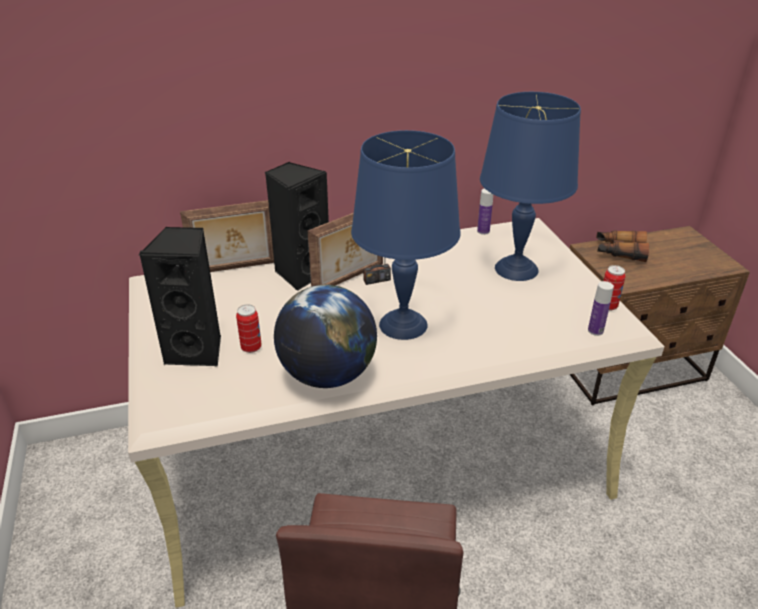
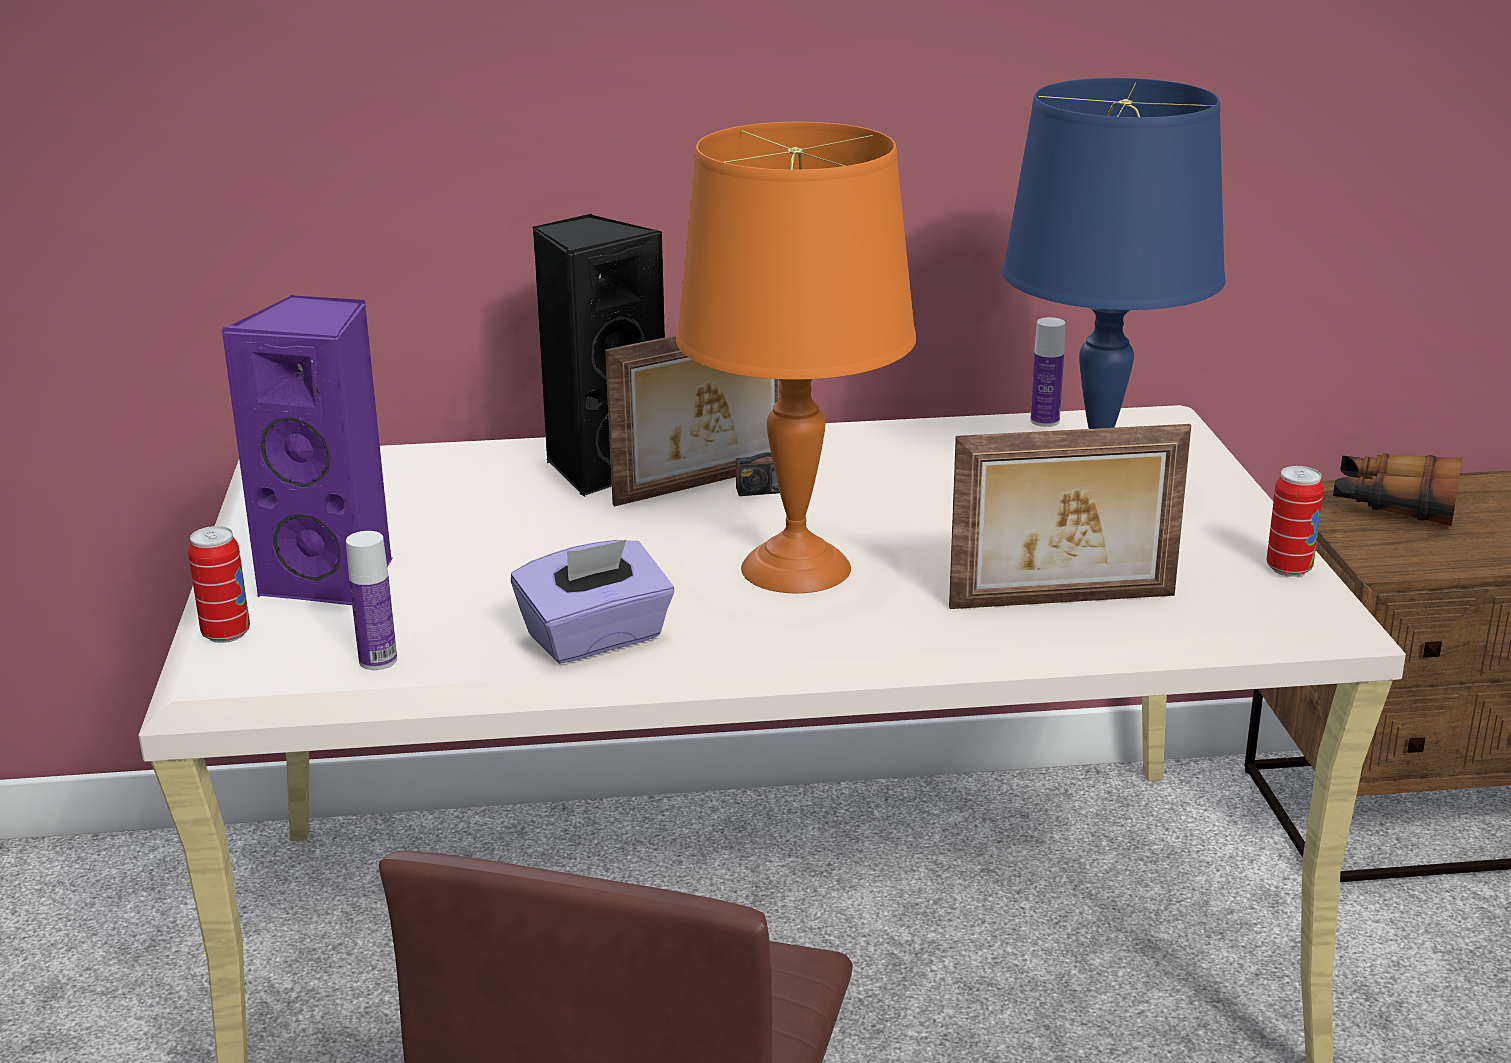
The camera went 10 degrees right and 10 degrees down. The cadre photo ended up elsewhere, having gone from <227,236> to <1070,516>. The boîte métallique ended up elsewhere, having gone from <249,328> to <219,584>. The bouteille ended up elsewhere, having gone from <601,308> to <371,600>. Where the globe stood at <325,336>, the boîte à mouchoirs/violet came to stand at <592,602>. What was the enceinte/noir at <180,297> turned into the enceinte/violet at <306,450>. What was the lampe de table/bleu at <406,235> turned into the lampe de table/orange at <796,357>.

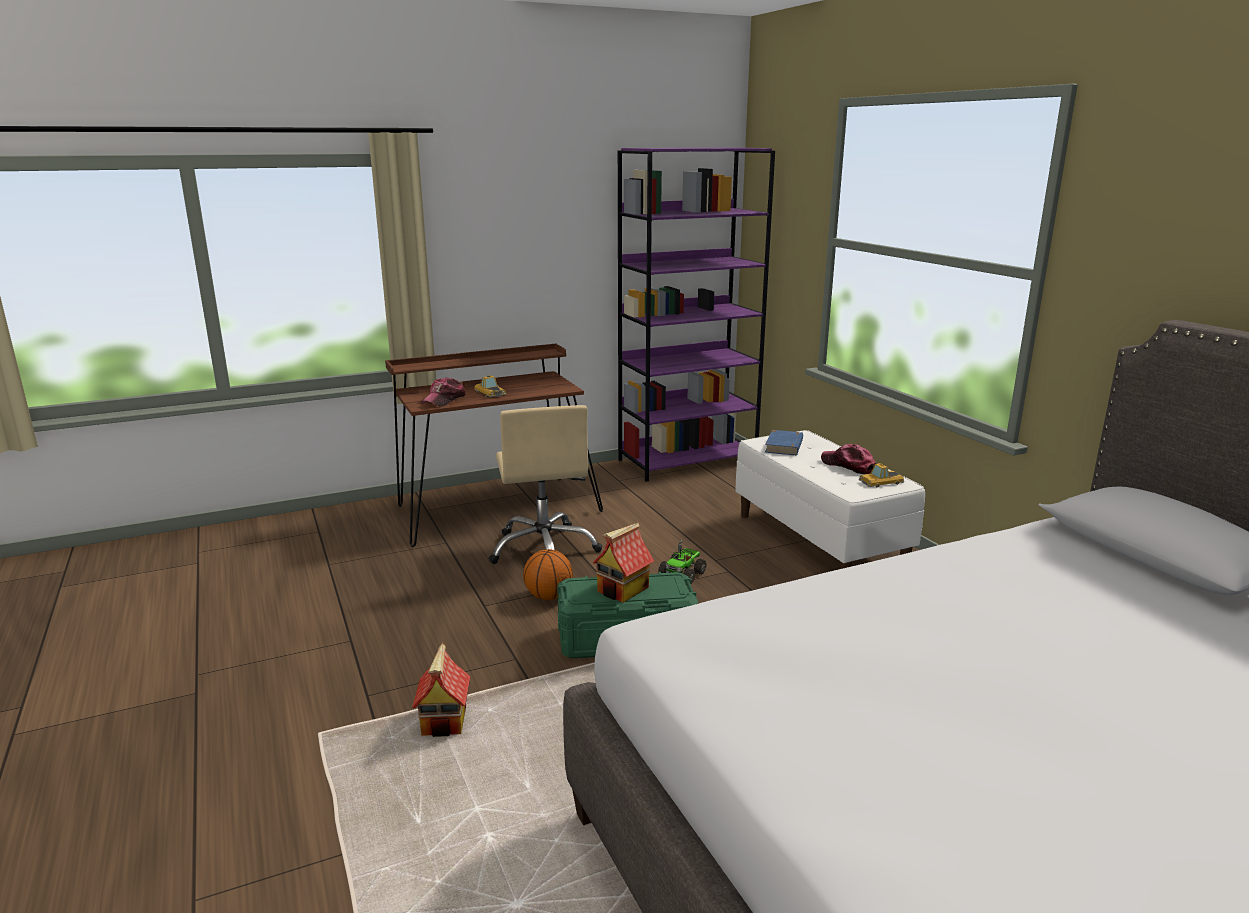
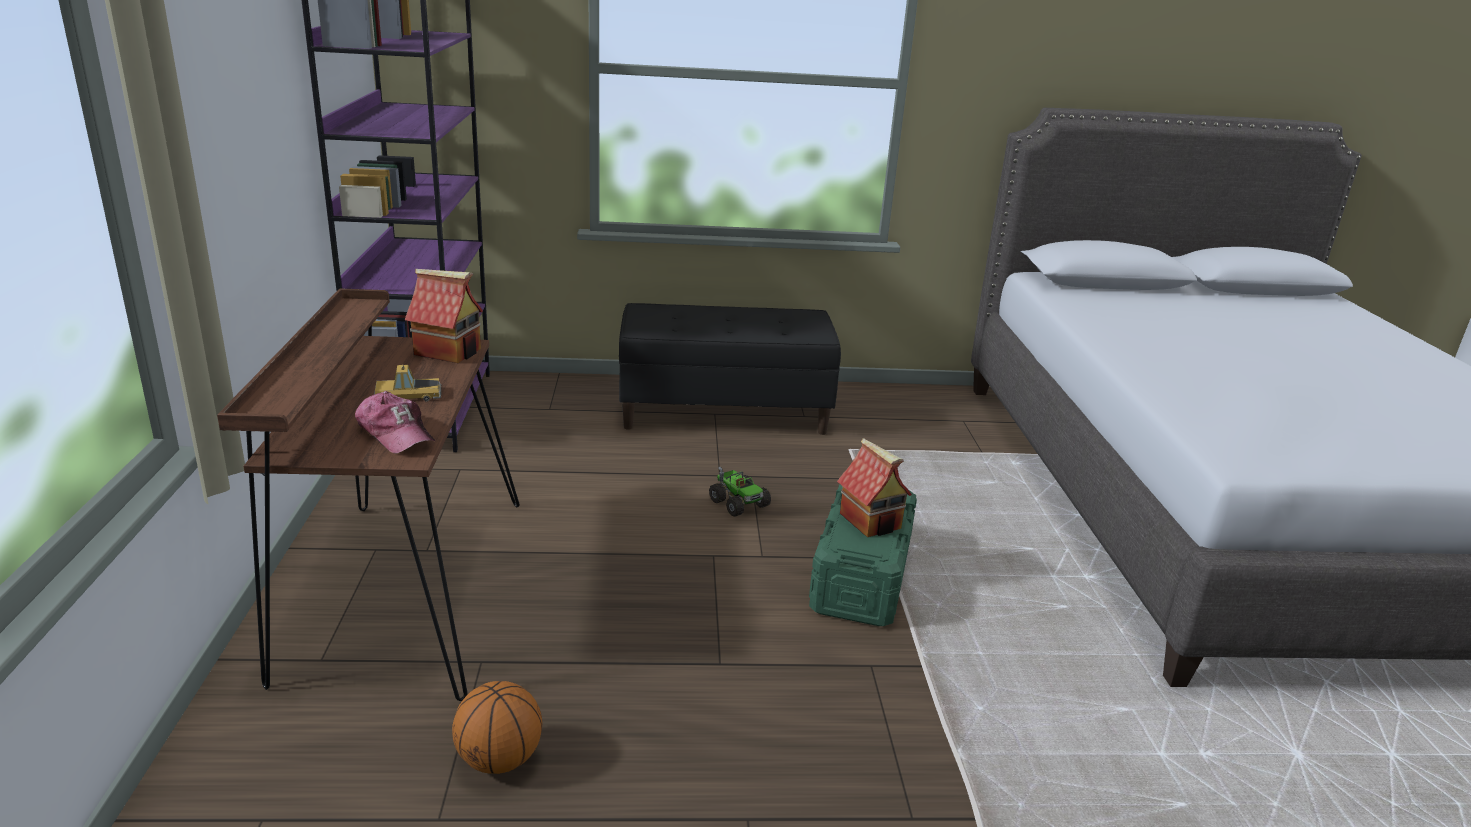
The camera went 70 degrees left and 5 degrees up. The second view lost the chaise de bureau/beige at <545,484>. The second view lost the livre/bleu at <784,443>. The second view lost the casquette at <848,459>. The second view lost the petite voiture at <881,475>. The maison miniature ended up elsewhere, having gone from <441,690> to <444,316>. The ballon de basket ended up elsewhere, having gone from <548,574> to <497,727>. What was the banc/blanc at <830,499> turned into the banc/noir at <730,369>.

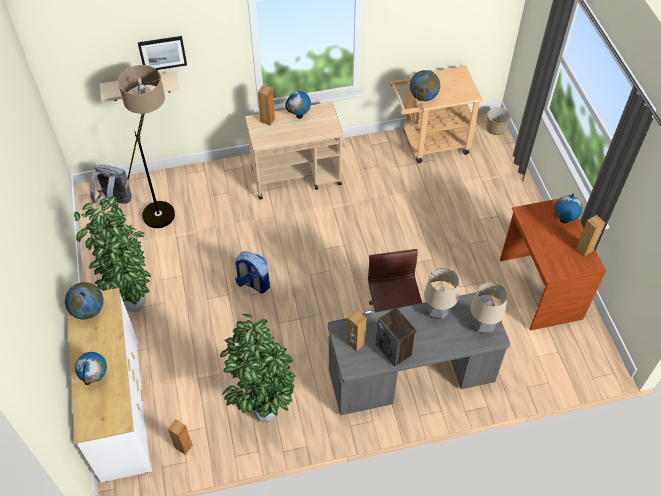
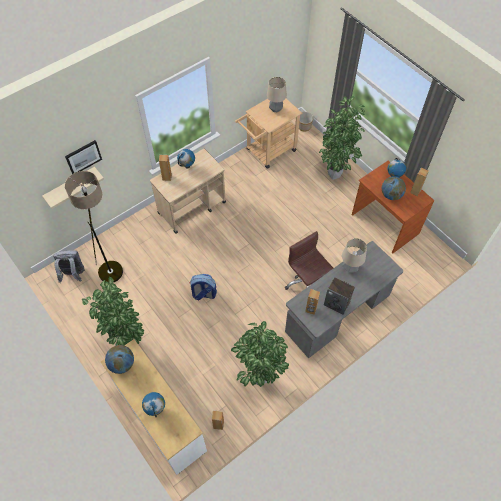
The camera went 25 degrees left and 5 degrees up. The second view gained the plante en pot at <342,138>. The globe ended up elsewhere, having gone from <425,85> to <394,188>. The lampe de table ended up elsewhere, having gone from <488,307> to <277,95>.

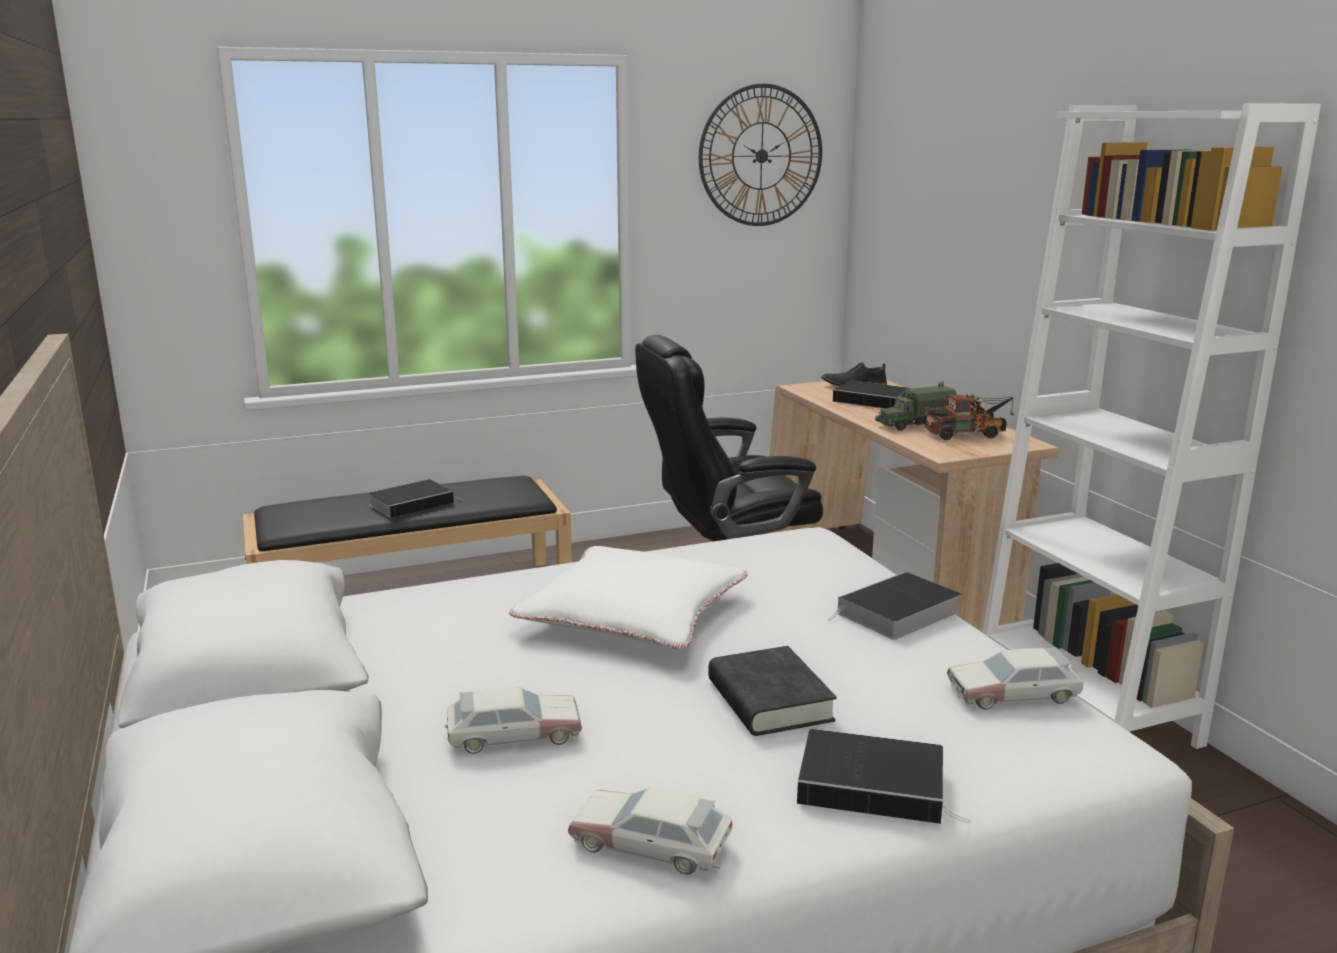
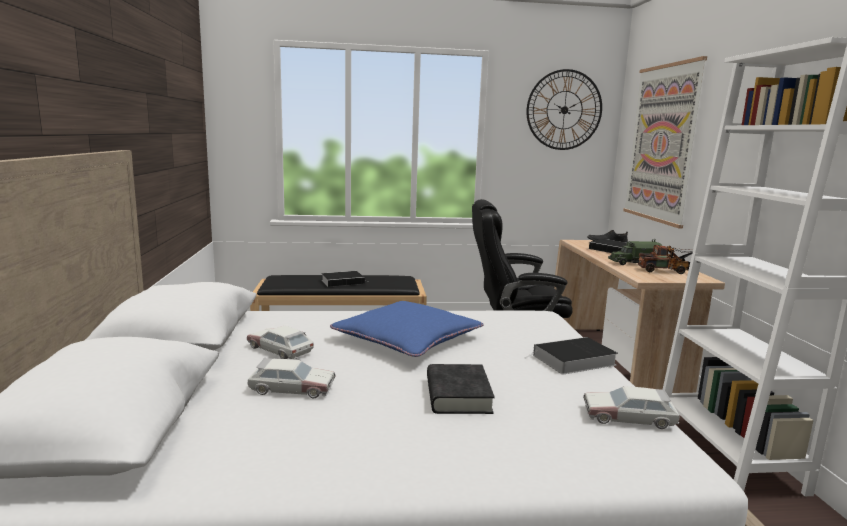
The camera went 15 degrees right and 5 degrees down. The second view lost the livre at <883,776>. The second view gained the tableau at <665,142>. The petite voiture ended up elsewhere, having gone from <650,831> to <280,342>. What was the coussin/blanc at <628,597> turned into the coussin/bleu at <406,329>.

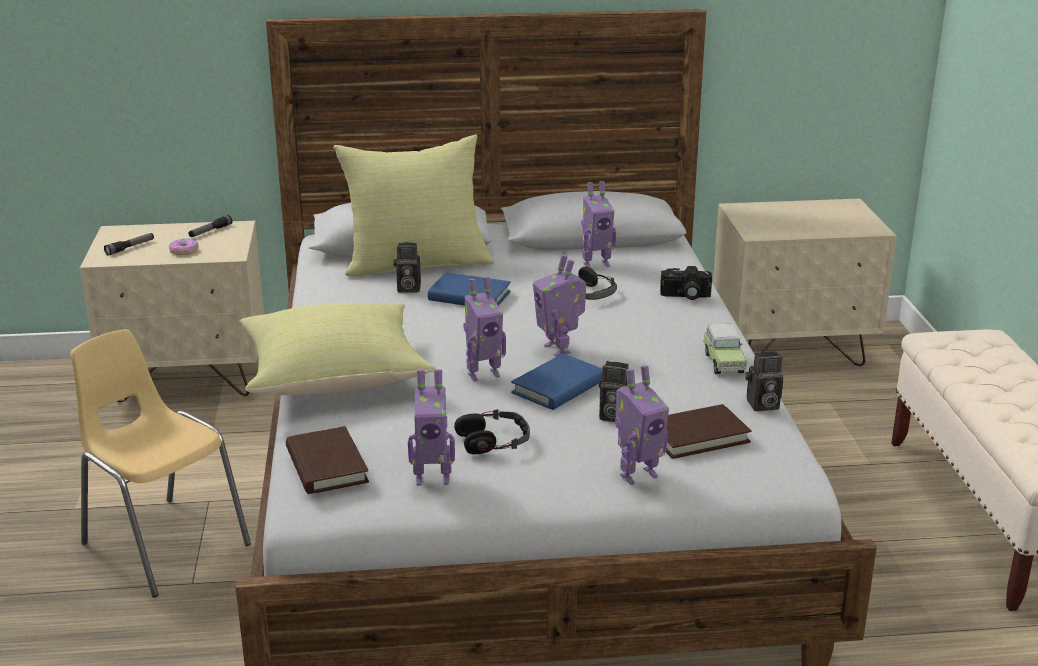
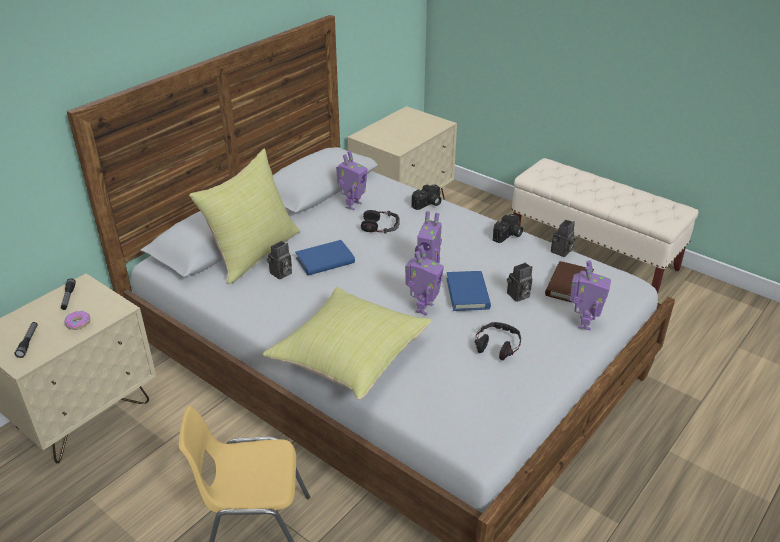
The camera went 45 degrees left and 10 degrees up. The second view lost the livre/marron at <327,460>. The second view lost the robot jouet at <431,427>. Where the petite voiture stood at <725,349>, the appareil photo came to stand at <508,228>.

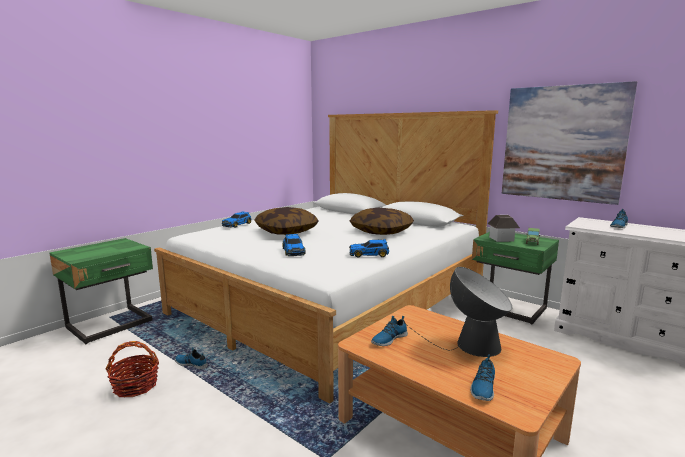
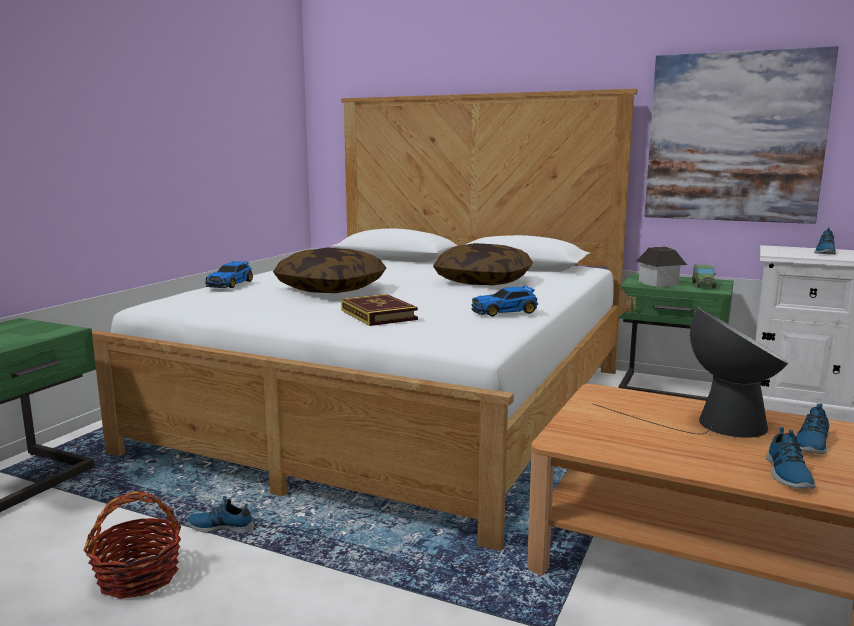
The camera went 15 degrees left and 0 degrees up. The chaussure ended up elsewhere, having gone from <389,331> to <812,428>. Where the petite voiture stood at <294,245>, the livre came to stand at <379,310>.

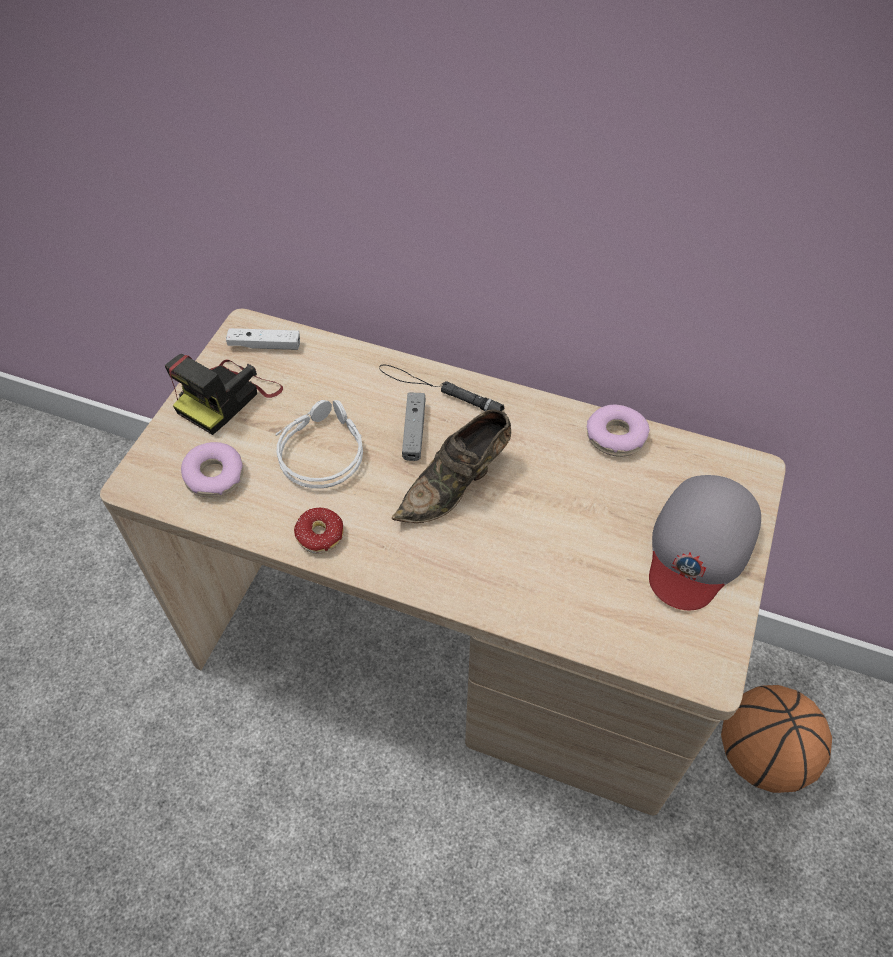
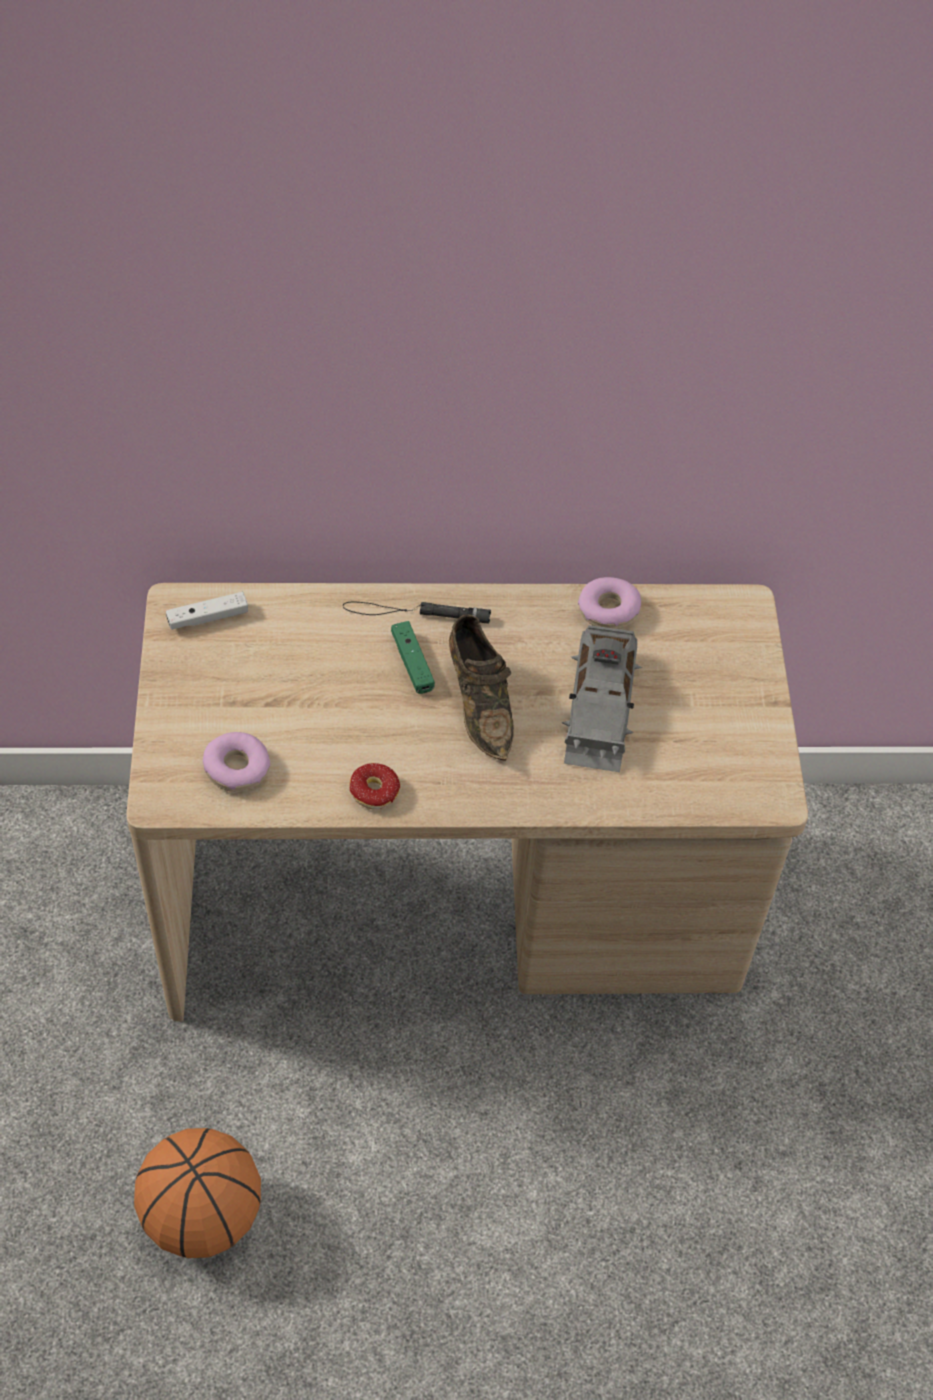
The camera went 25 degrees left and 0 degrees up. The second view lost the appareil photo at <223,394>. The second view lost the casque audio/gris at <319,444>. The second view lost the casquette/gris at <705,542>. The second view gained the petite voiture/gris at <601,698>. The ballon de basket ended up elsewhere, having gone from <776,739> to <197,1193>. What was the manette/gris at <414,427> turned into the manette/vert at <413,657>. The chaussure/marron at <451,466> ended up facing another way, 45 degrees counterclockwise from before.

